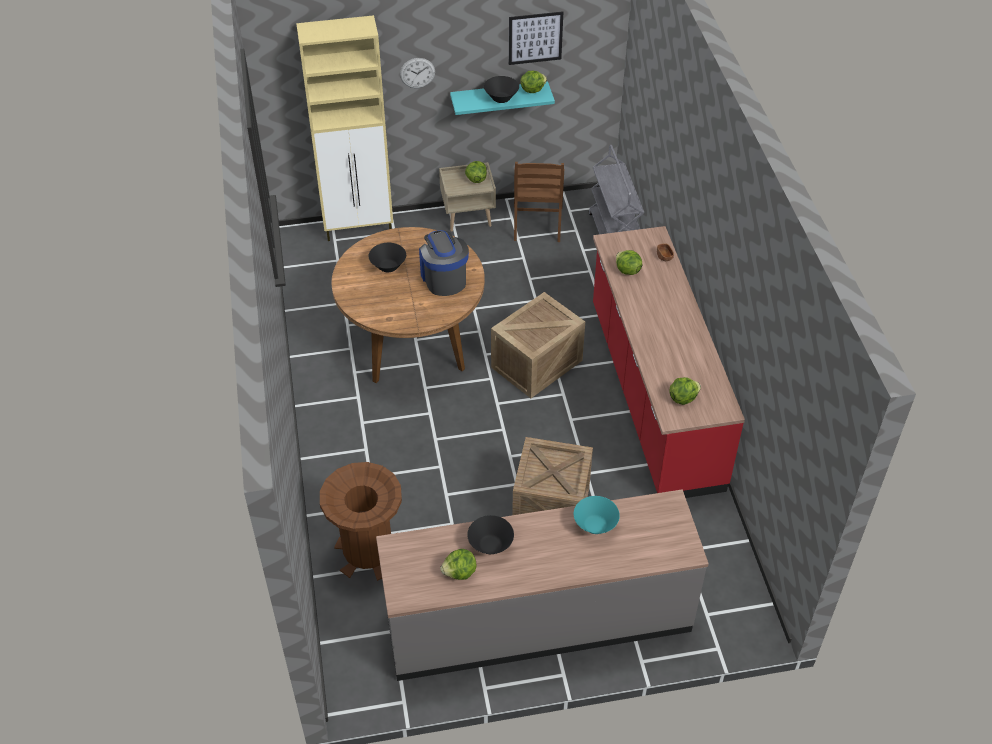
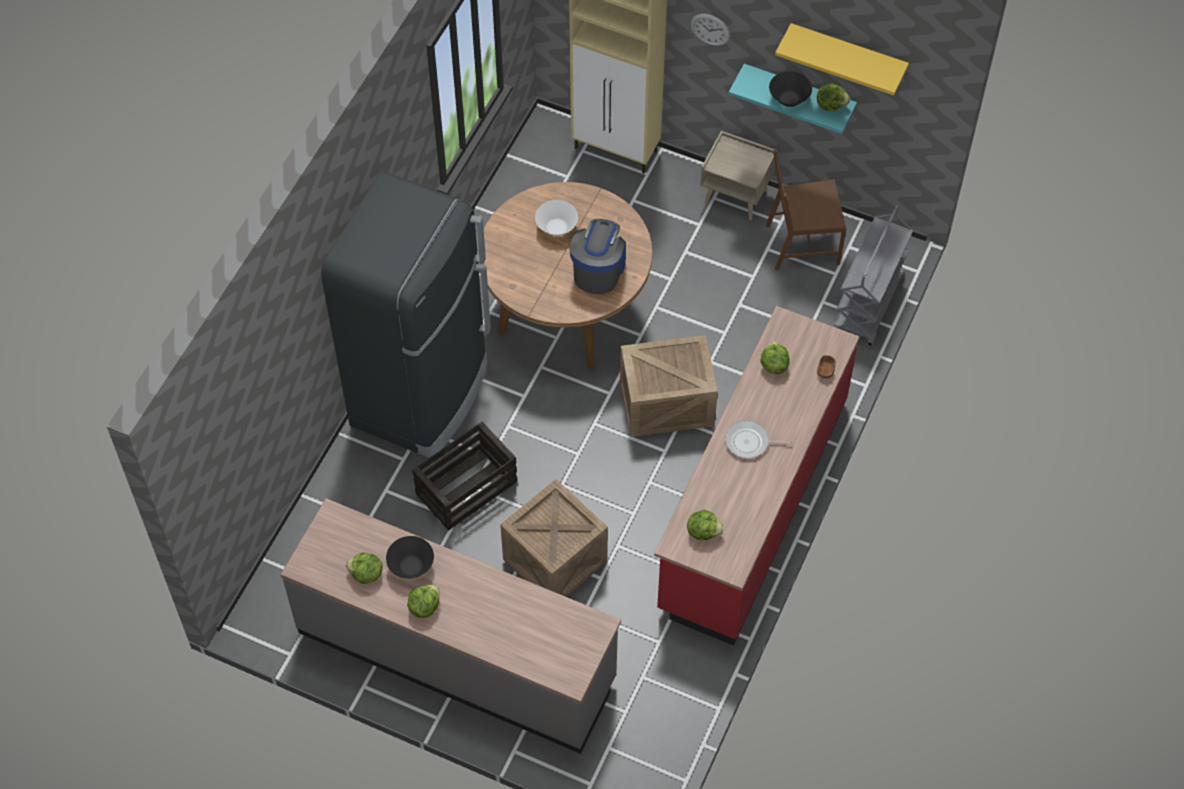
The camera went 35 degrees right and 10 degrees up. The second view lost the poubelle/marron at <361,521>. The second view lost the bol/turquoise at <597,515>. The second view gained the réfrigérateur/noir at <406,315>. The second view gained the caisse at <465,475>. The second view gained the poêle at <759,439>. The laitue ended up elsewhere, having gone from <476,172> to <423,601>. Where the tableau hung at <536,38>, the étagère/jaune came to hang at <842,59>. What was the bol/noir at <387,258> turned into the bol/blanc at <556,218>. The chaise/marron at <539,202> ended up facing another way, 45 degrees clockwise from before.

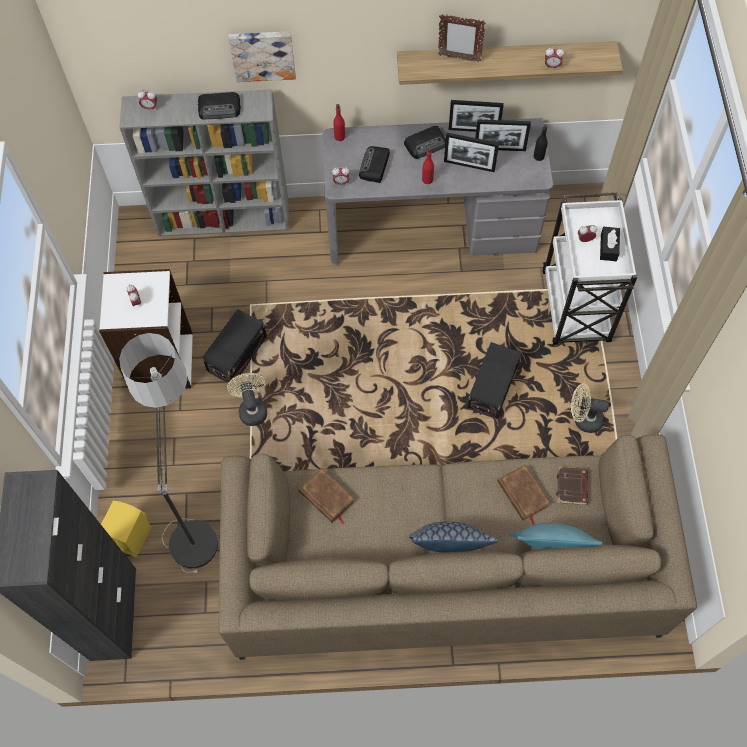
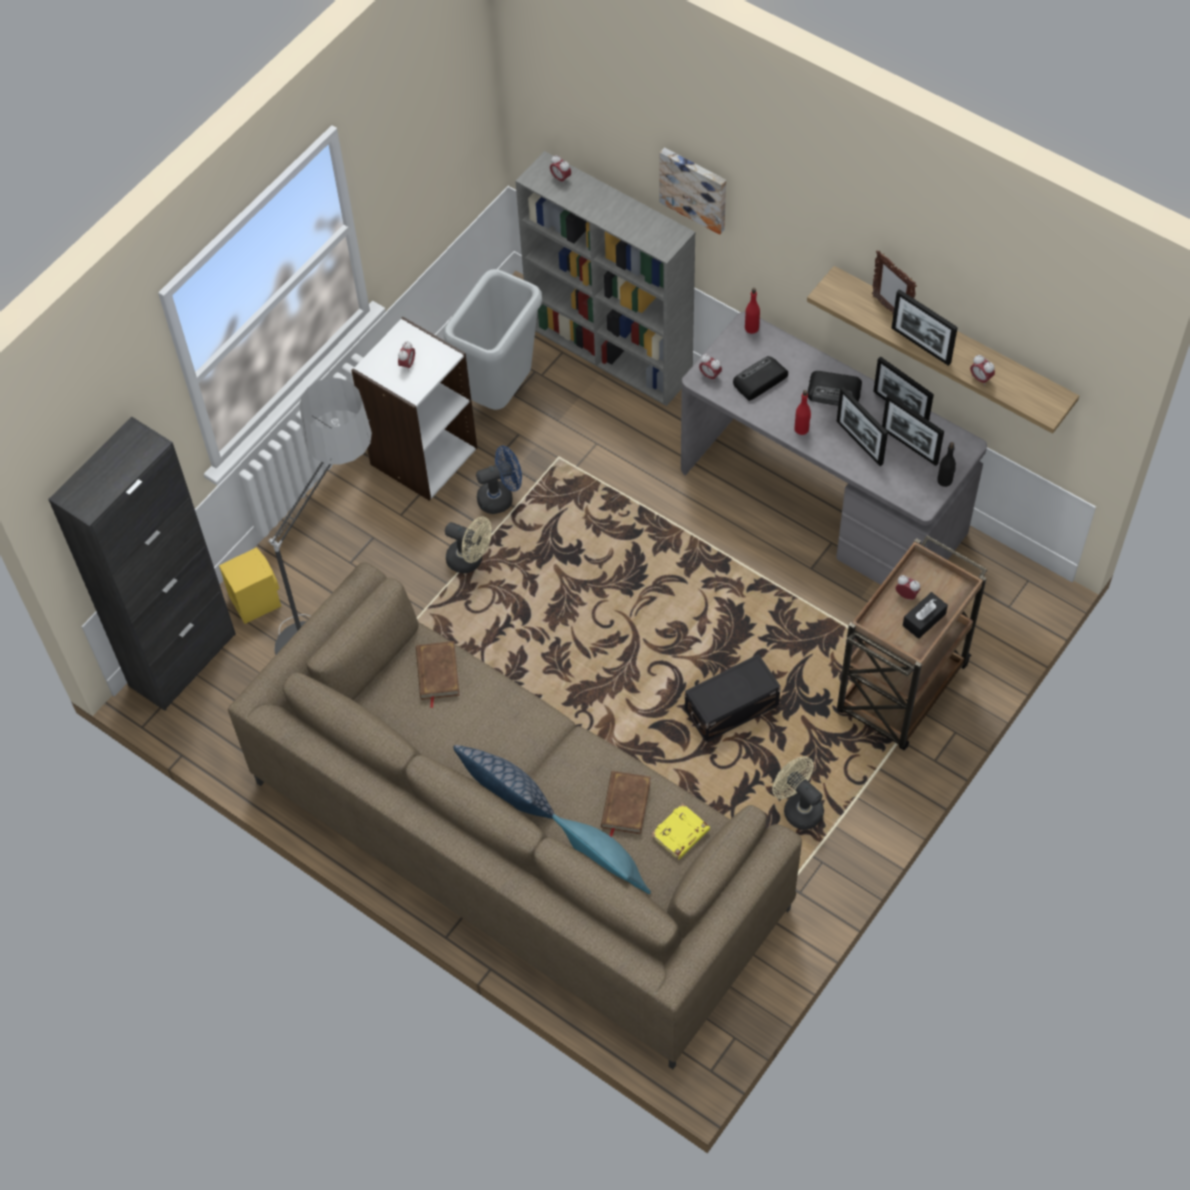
The camera went 40 degrees right and 5 degrees down. The second view lost the radio at <219,106>. The second view gained the poubelle/gris at <493,339>. The second view gained the cadre photo at <924,327>. Where the boîte de rangement/noir stood at <234,346>, the ventilateur/bleu came to stand at <499,479>. What was the chariot/blanc at <589,268> turned into the chariot/marron at <912,642>. What was the livre/marron at <572,486> turned into the livre/jaune at <680,831>. The ventilateur/beige at <247,399> ended up facing another way, 90 degrees clockwise from before.

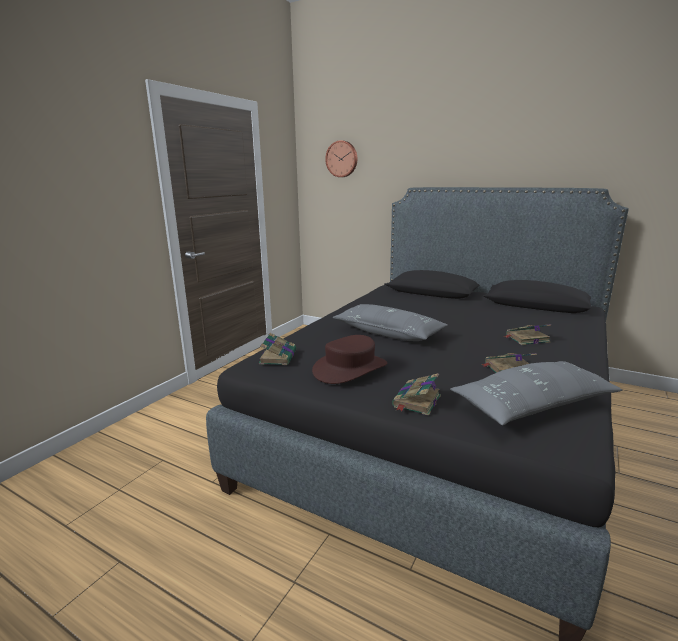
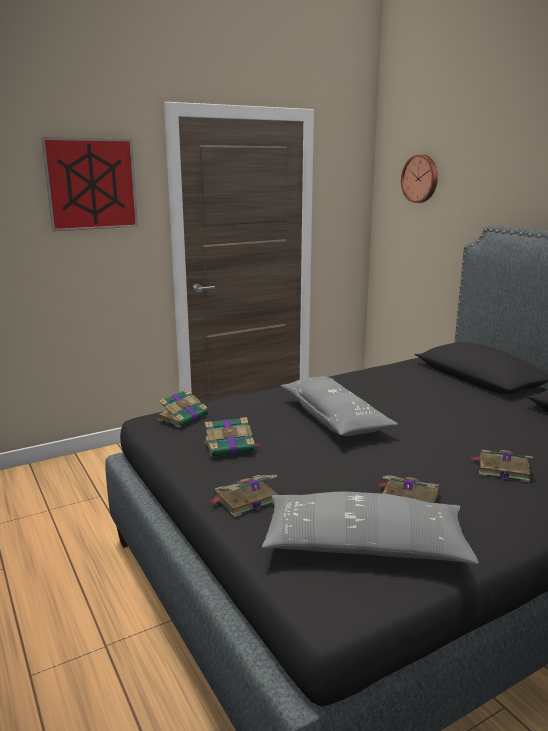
The camera went 30 degrees right and 0 degrees up. The second view gained the tableau at <89,184>. Where the chapeau/marron stood at <349,359>, the livre came to stand at <232,437>.

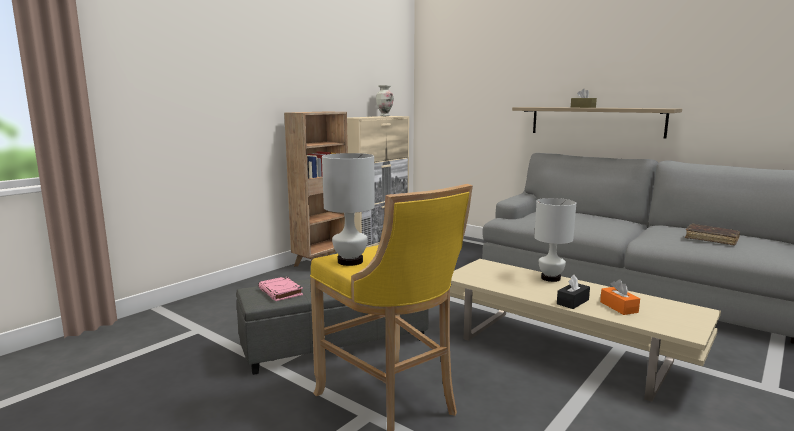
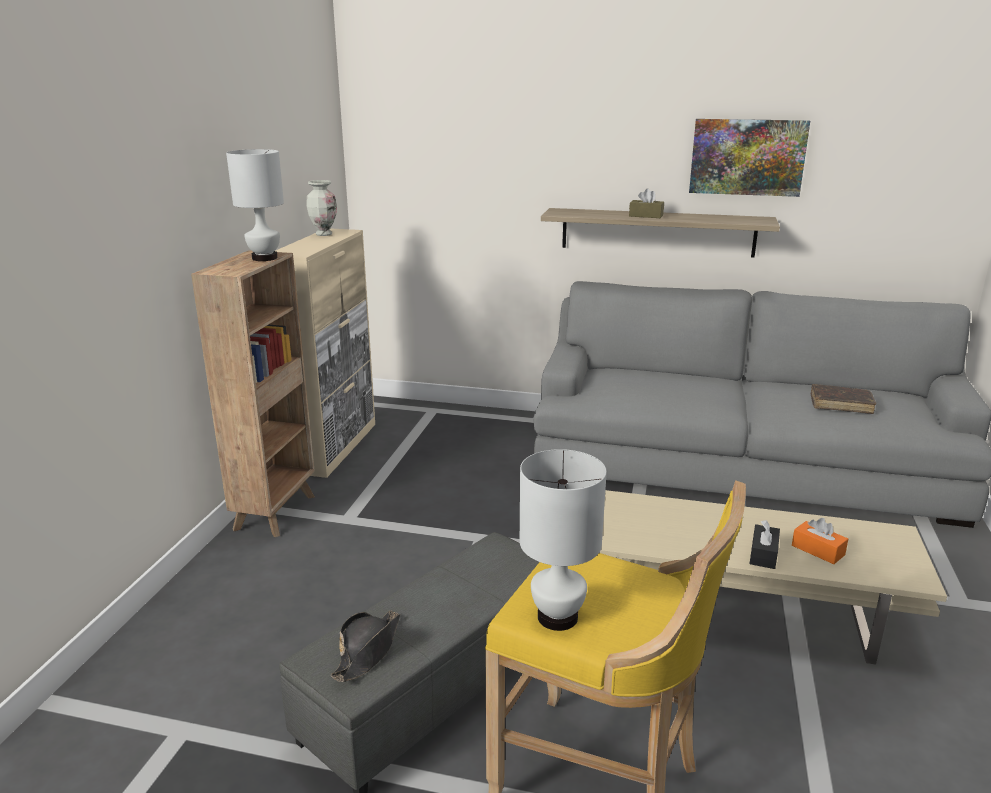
The camera went 25 degrees left and 10 degrees up. The second view gained the tableau at <749,158>. The lampe de table/blanc ended up elsewhere, having gone from <555,240> to <255,205>. Where the livre/rose stood at <280,288>, the chapeau/noir came to stand at <365,646>.

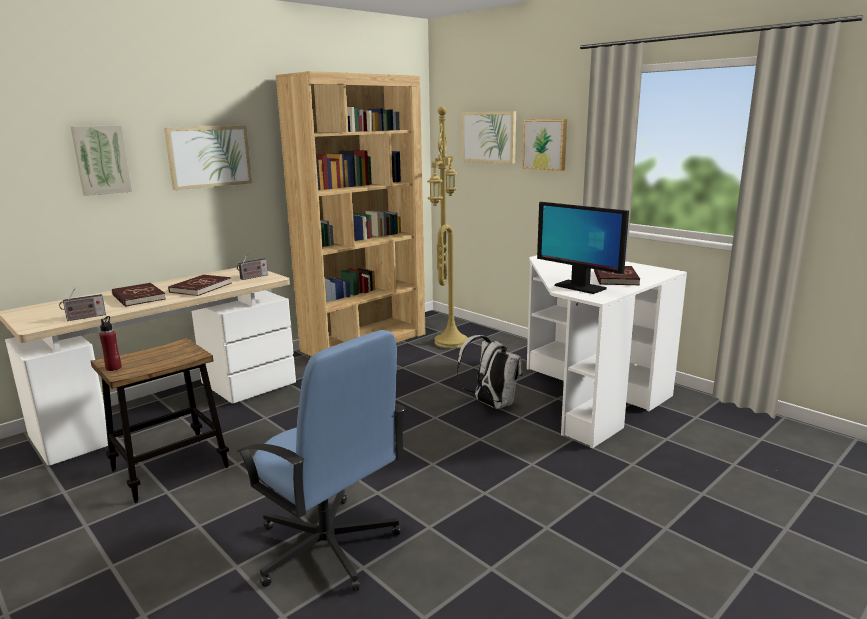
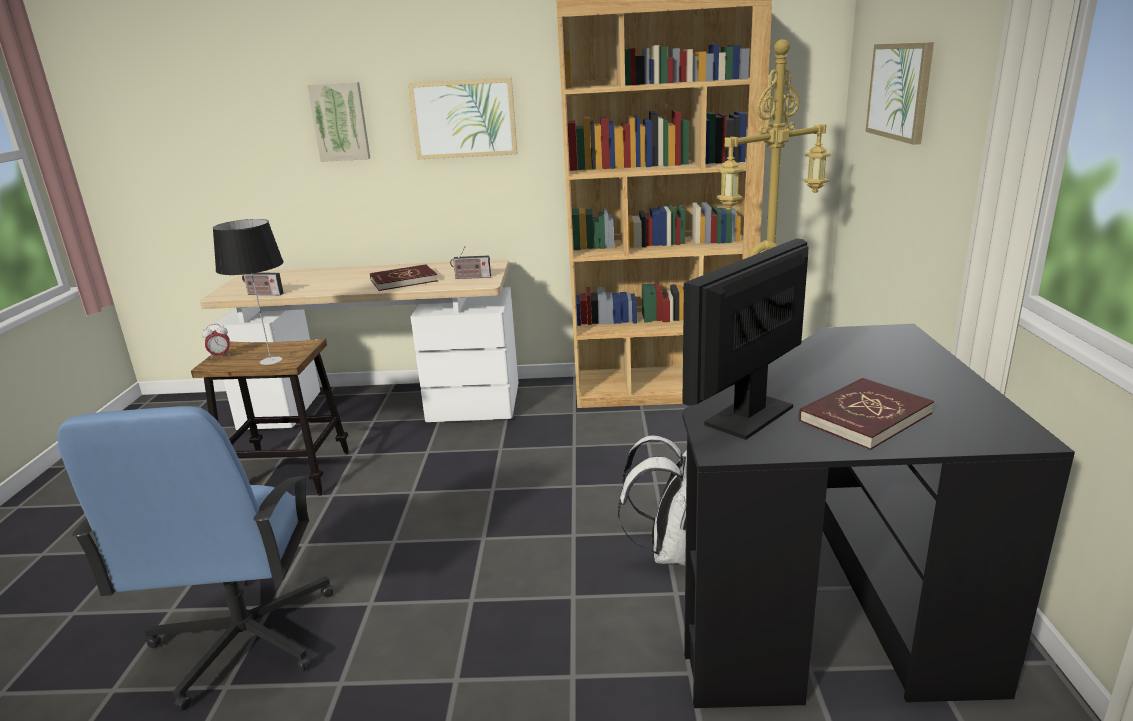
The camera went 45 degrees right and 5 degrees up. The second view lost the livre/rouge at <139,295>. The second view lost the tableau at <544,145>. The second view gained the lampe de table at <248,292>. Where the bouteille/rouge stood at <110,343>, the réveil came to stand at <216,341>. What was the bureau/blanc at <607,351> turned into the bureau/noir at <878,516>. The écran d'ordinateur at <583,248> ended up facing another way, 45 degrees clockwise from before.

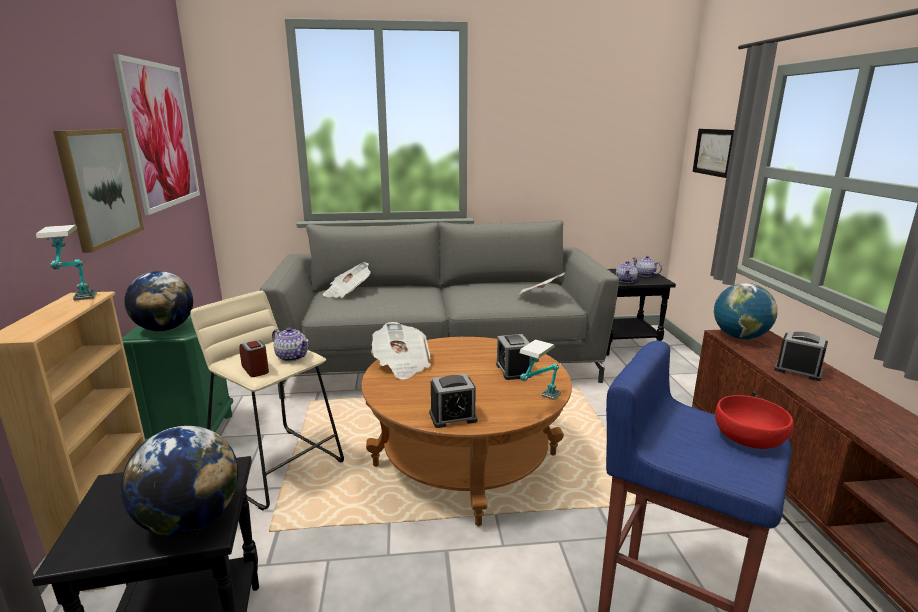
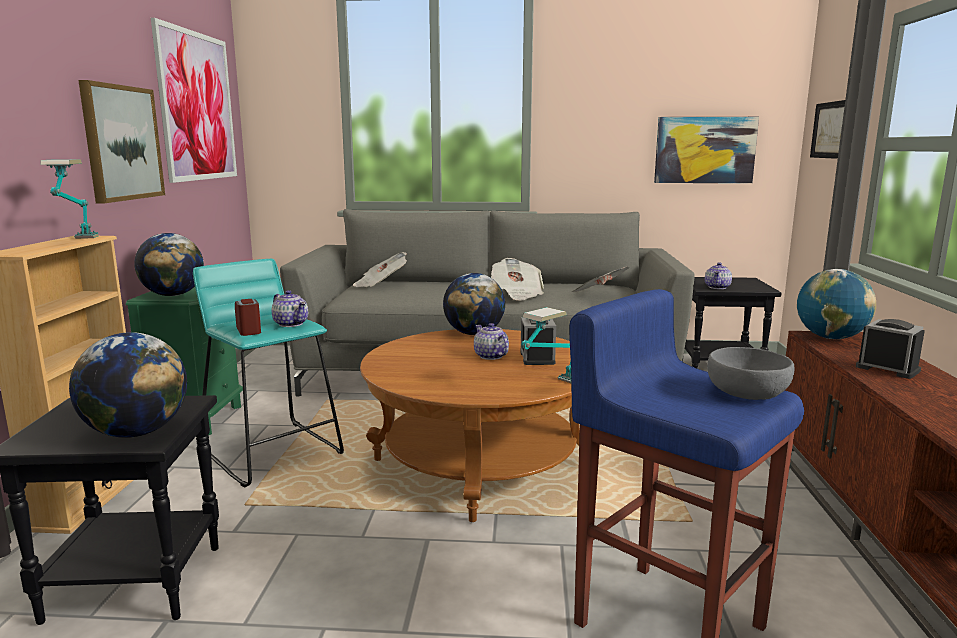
The camera went 10 degrees right and 5 degrees down. The second view lost the réveil at <453,401>. The second view gained the globe at <474,304>. The second view gained the tableau at <706,150>. The journal ended up elsewhere, having gone from <401,351> to <517,279>. The théière ended up elsewhere, having gone from <647,266> to <491,341>. What was the tabouret/beige at <267,401> turned into the tabouret/turquoise at <268,373>. What was the bol/rouge at <754,422> turned into the bol/gris at <750,373>.

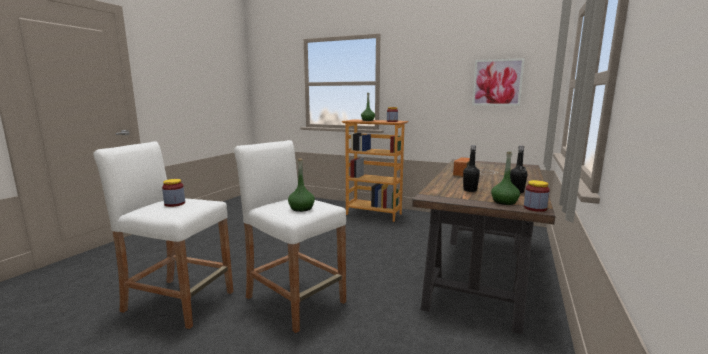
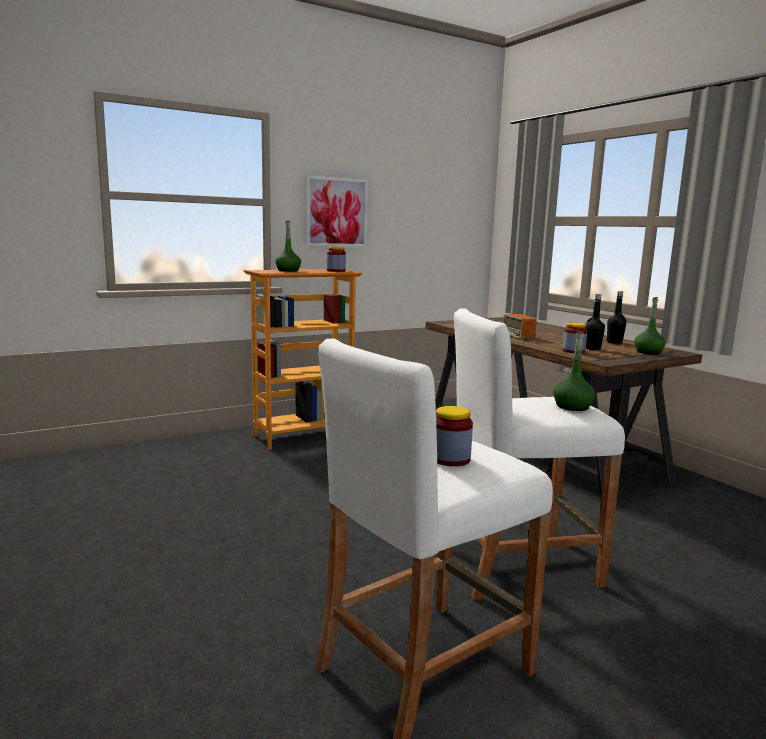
The camera went 55 degrees left and 0 degrees up. The tableau ended up elsewhere, having gone from <498,82> to <337,211>. The bocal ended up elsewhere, having gone from <537,196> to <575,337>.

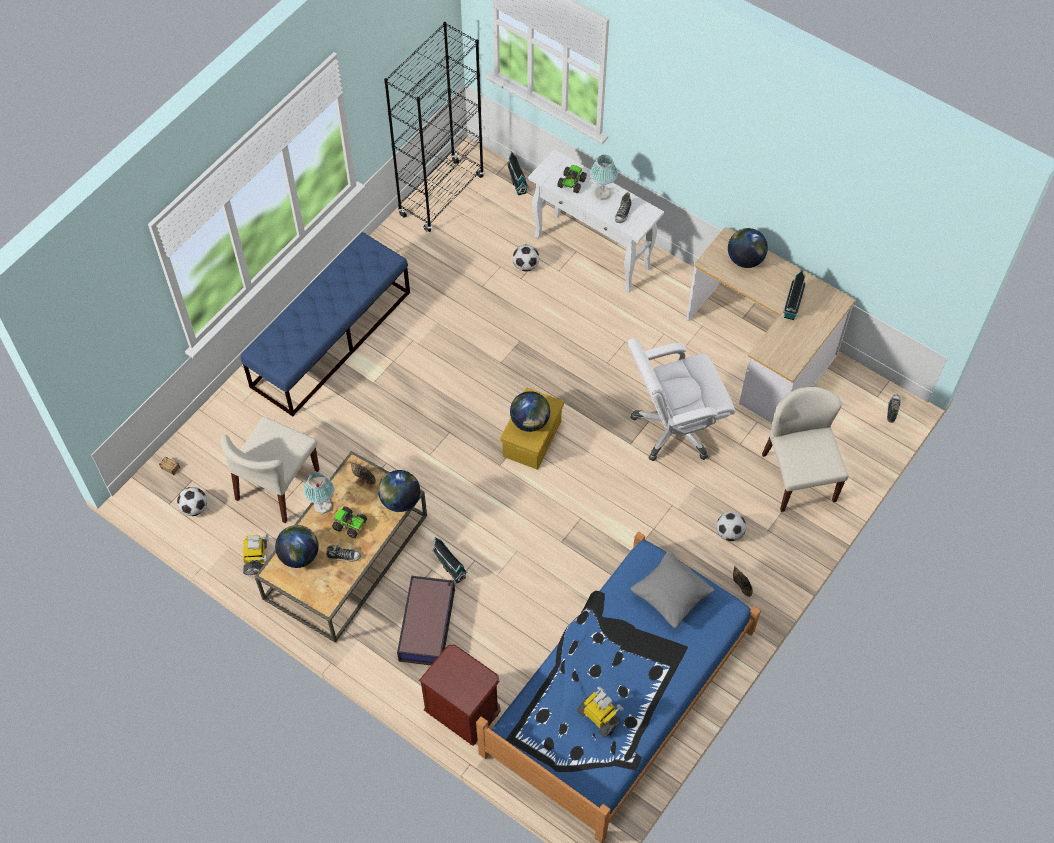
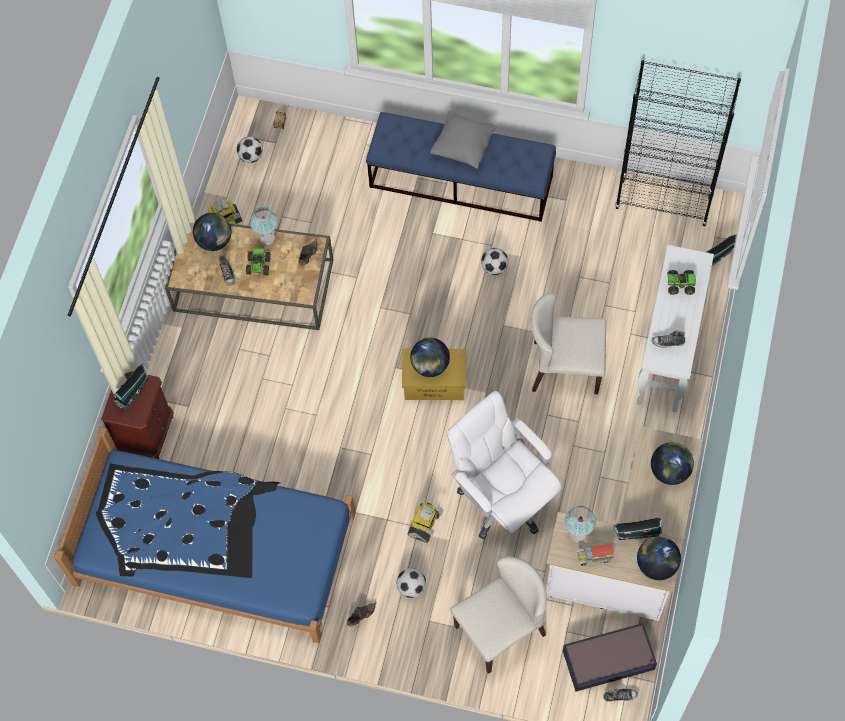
The camera went 70 degrees right and 5 degrees up. The second view gained the camion jouet at <595,554>. The chaise/beige ended up elsewhere, having gone from <270,470> to <568,343>. The globe ended up elsewhere, having gone from <399,491> to <659,558>. The boîte de rangement ended up elsewhere, having gone from <426,620> to <610,657>. The maison miniature ended up elsewhere, having gone from <449,560> to <130,386>. The ballon de foot ended up elsewhere, having gone from <526,258> to <494,261>. The robot jouet ended up elsewhere, having gone from <600,712> to <425,522>. The lampe de table ended up elsewhere, having gone from <604,177> to <580,523>. The coussin/gris ended up elsewhere, having gone from <672,589> to <463,140>.

